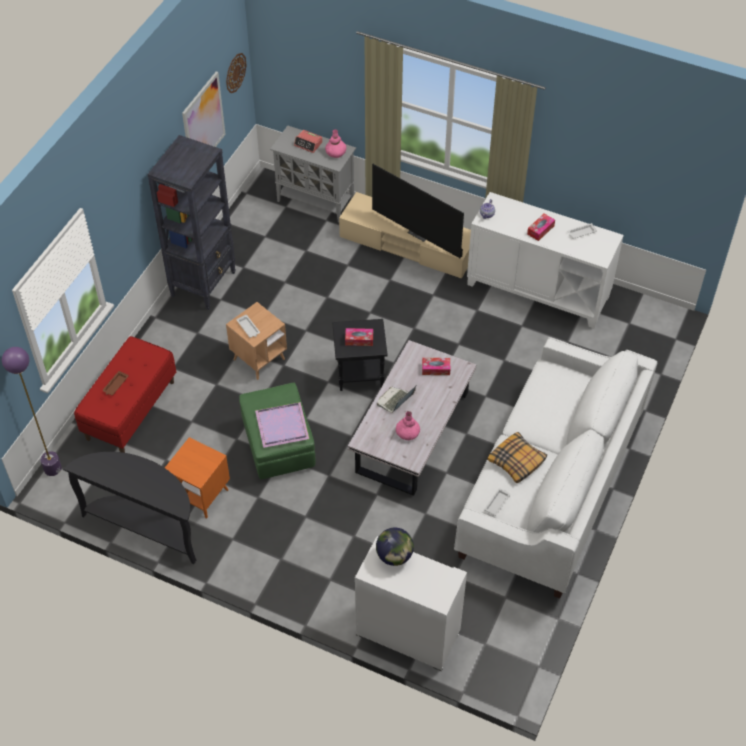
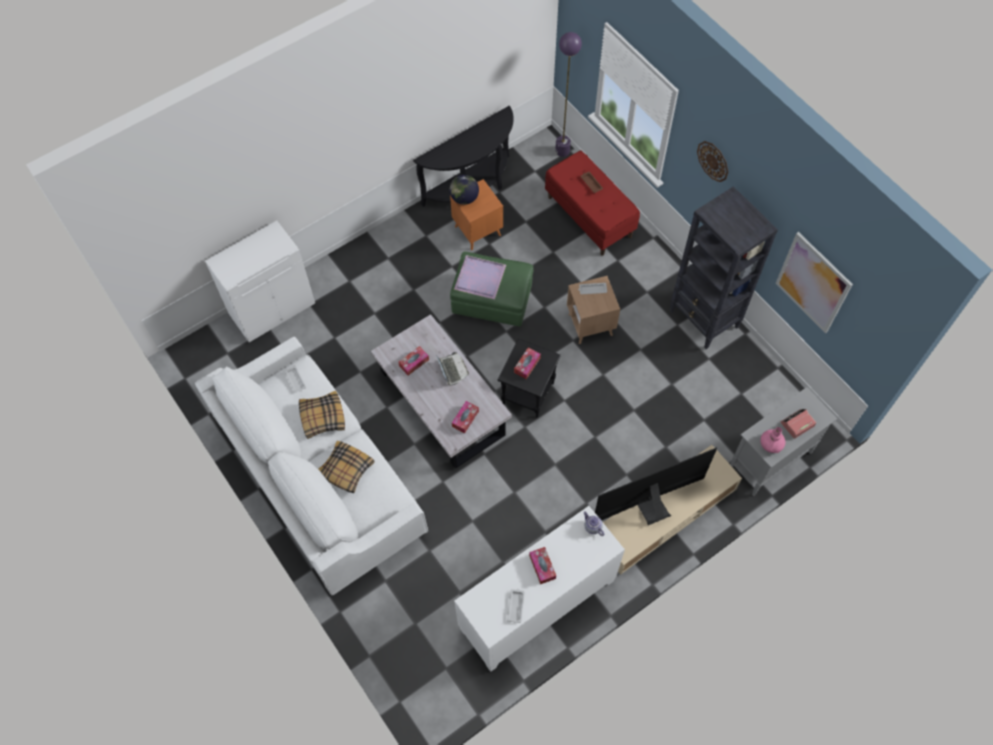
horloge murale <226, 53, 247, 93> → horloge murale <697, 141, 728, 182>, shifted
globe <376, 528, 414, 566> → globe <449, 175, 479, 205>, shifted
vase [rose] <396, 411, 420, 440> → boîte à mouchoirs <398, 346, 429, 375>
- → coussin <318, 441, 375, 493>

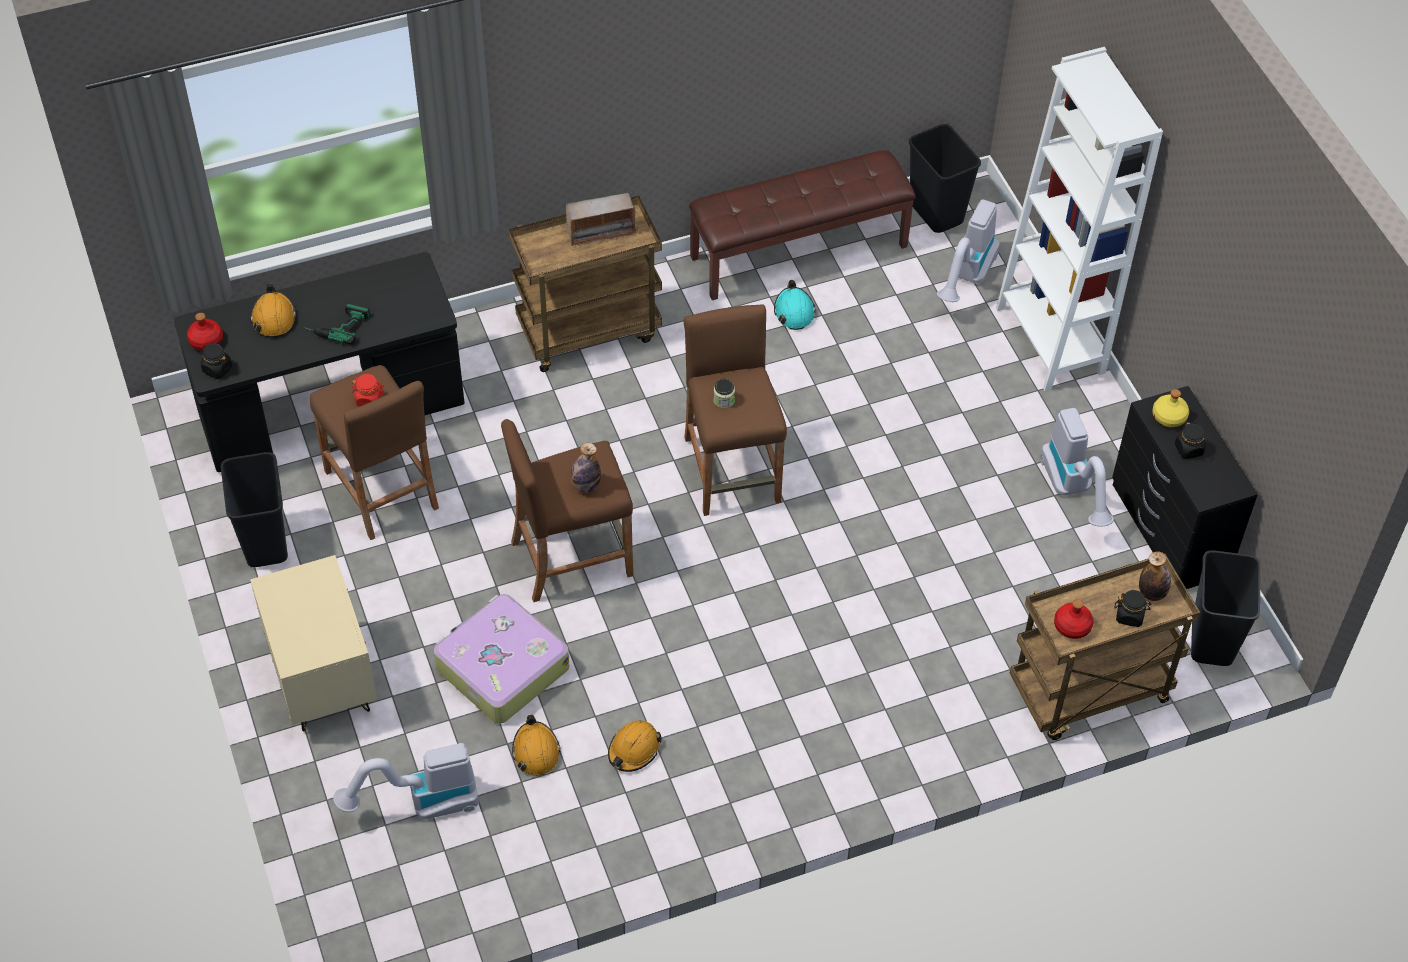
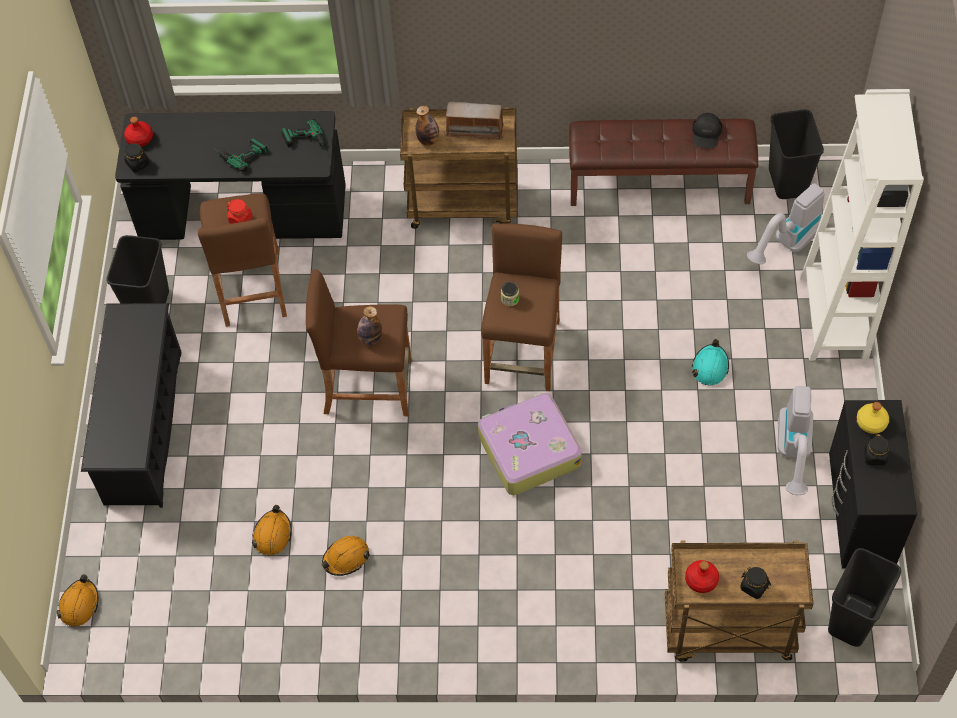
table de chevet [beige] <250, 555, 377, 732> → étagère à chaussures [noir] <81, 303, 182, 508>
casque de chantier [orange] <251, 283, 296, 338> → casque de chantier [orange] <57, 574, 99, 627>, shifted
aspirateur <333, 743, 479, 819> → -
valise <434, 594, 569, 724> → valise <478, 392, 582, 495>, shifted
casque de chantier [turquoise] <774, 280, 816, 330> → casque de chantier [turquoise] <692, 339, 729, 385>, shifted
bouteille <1139, 551, 1171, 601> → bouteille <416, 106, 439, 146>, shifted
- → perceuse <281, 119, 327, 153>
- → casquette [noir] <692, 113, 722, 148>

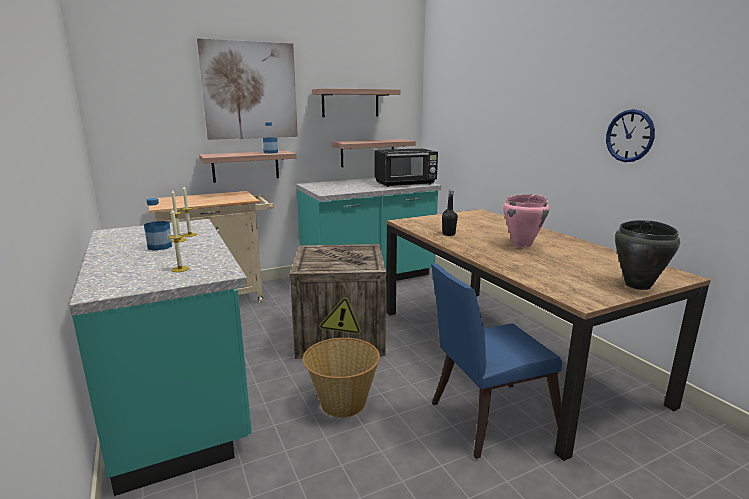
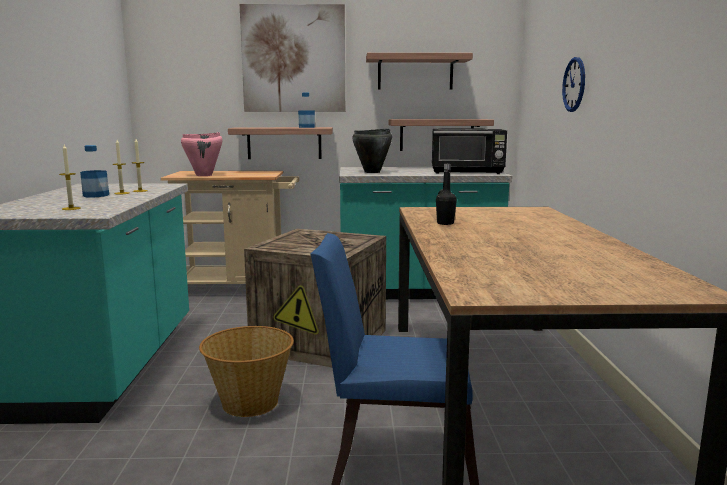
marmite [rose] <503, 194, 549, 247> → marmite [rose] <181, 132, 222, 176>, shifted
horloge murale <606, 109, 655, 162> → horloge murale <562, 57, 585, 112>, shifted
marmite [noir] <615, 220, 680, 290> → marmite [noir] <352, 128, 392, 173>, shifted

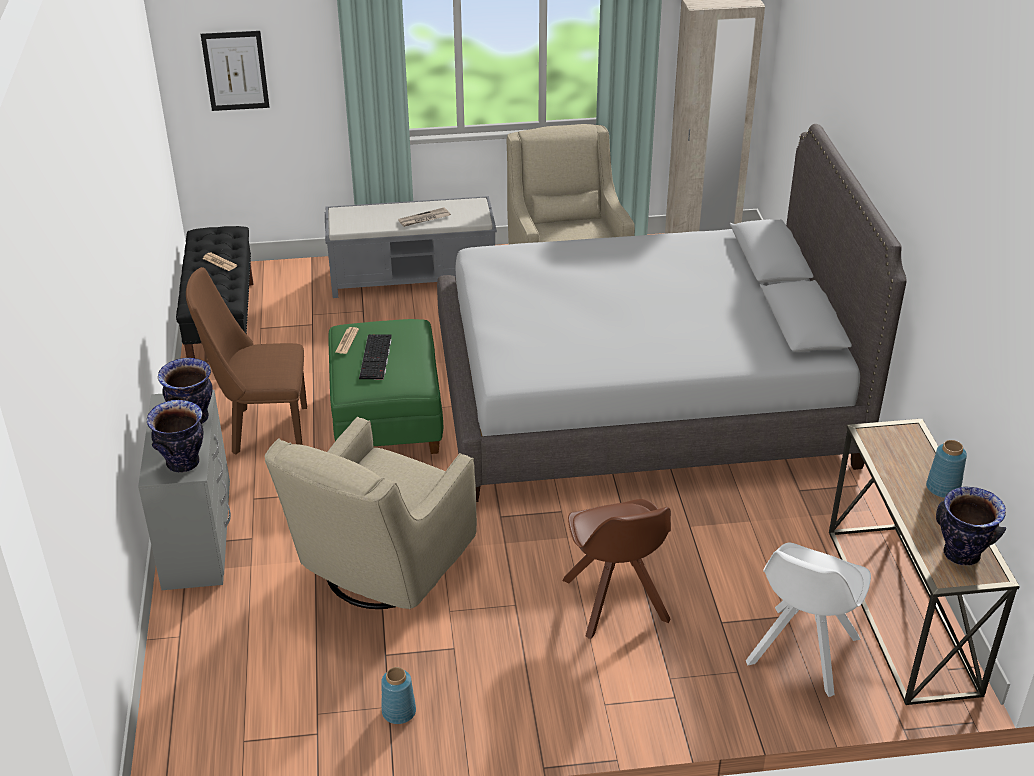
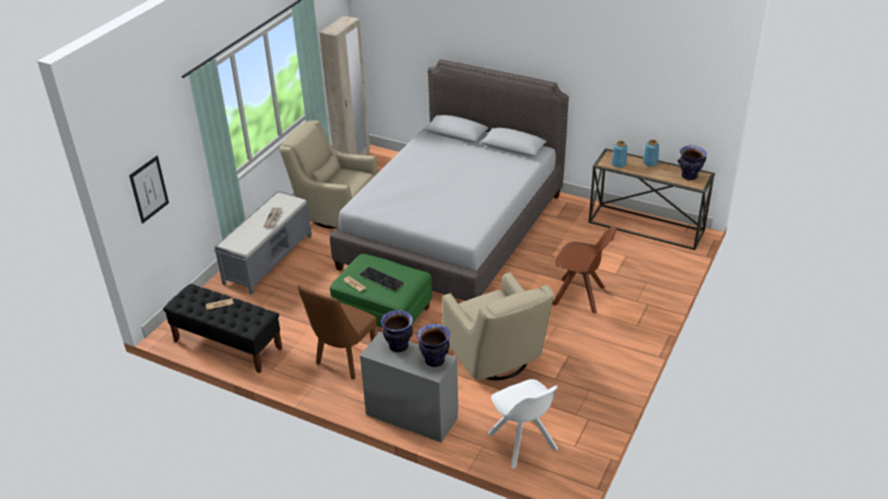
vase [bleu] <381, 667, 416, 724> → vase [bleu] <611, 141, 627, 168>, shifted
chaise [blanc] <746, 542, 871, 697> → chaise [blanc] <488, 379, 558, 469>, shifted

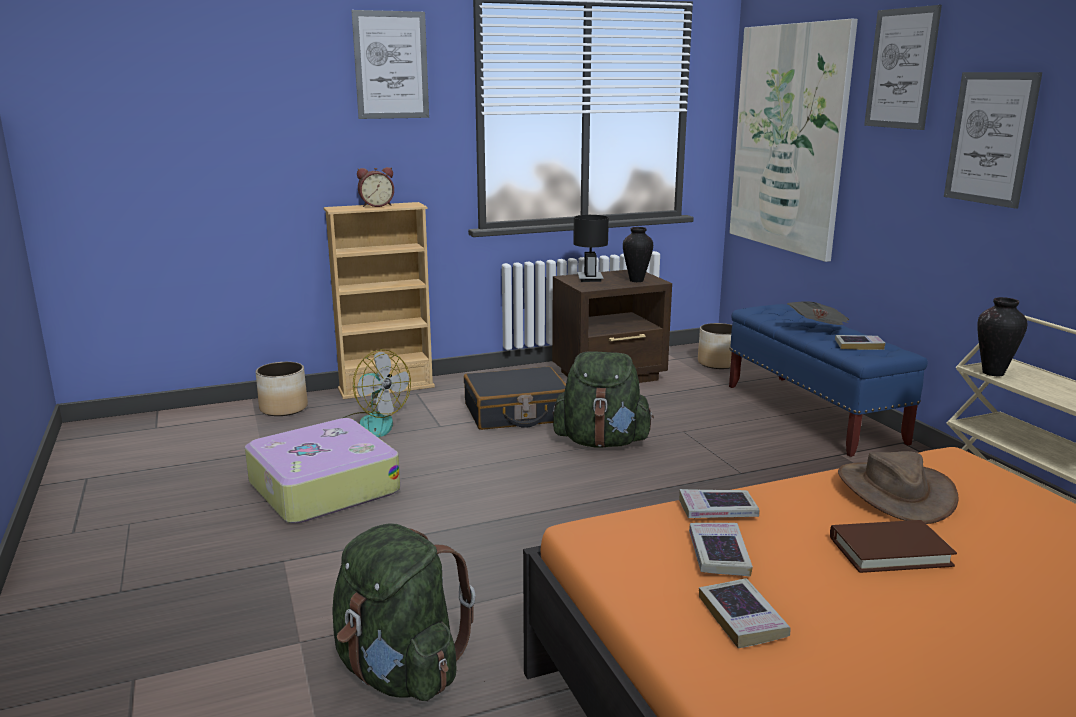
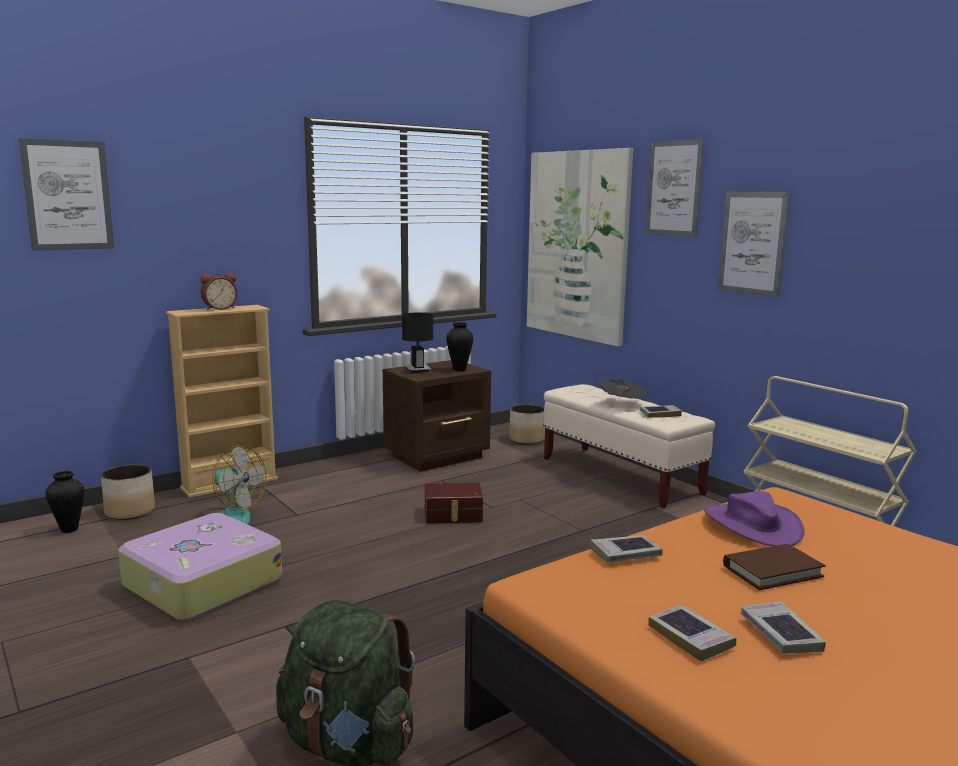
tableau <352, 10, 429, 119> → tableau <19, 138, 114, 251>, shifted
valise [noir] <464, 367, 566, 430> → -
sac à dos [vert] <553, 351, 654, 448> → boîte de rangement [marron] <425, 483, 483, 524>
livre <689, 523, 753, 576> → livre <741, 601, 826, 653>, shifted
banc [bleu] <729, 304, 928, 457> → banc [beige] <543, 384, 715, 508>
chapeau [marron] <838, 451, 958, 524> → chapeau [violet] <704, 491, 805, 546>
vase <977, 297, 1028, 376> → vase <46, 471, 84, 533>, shifted

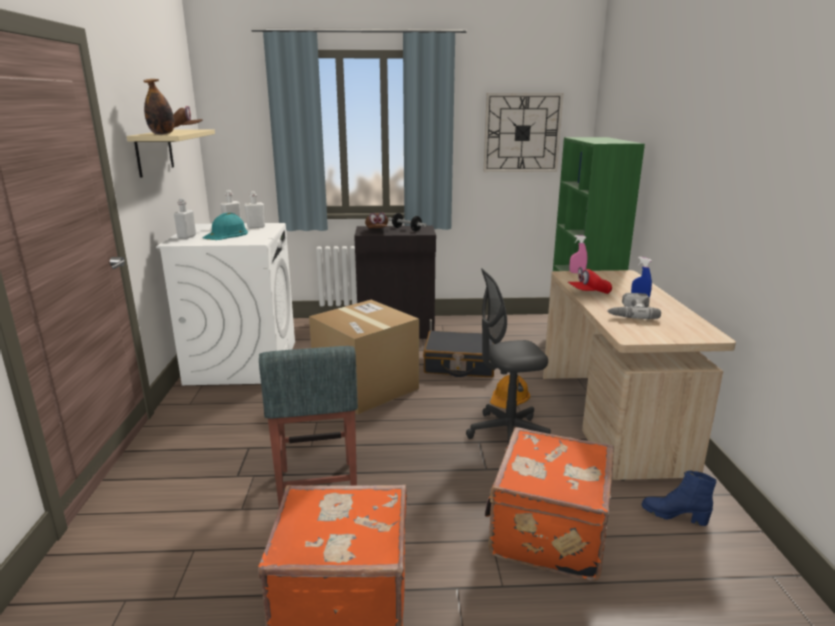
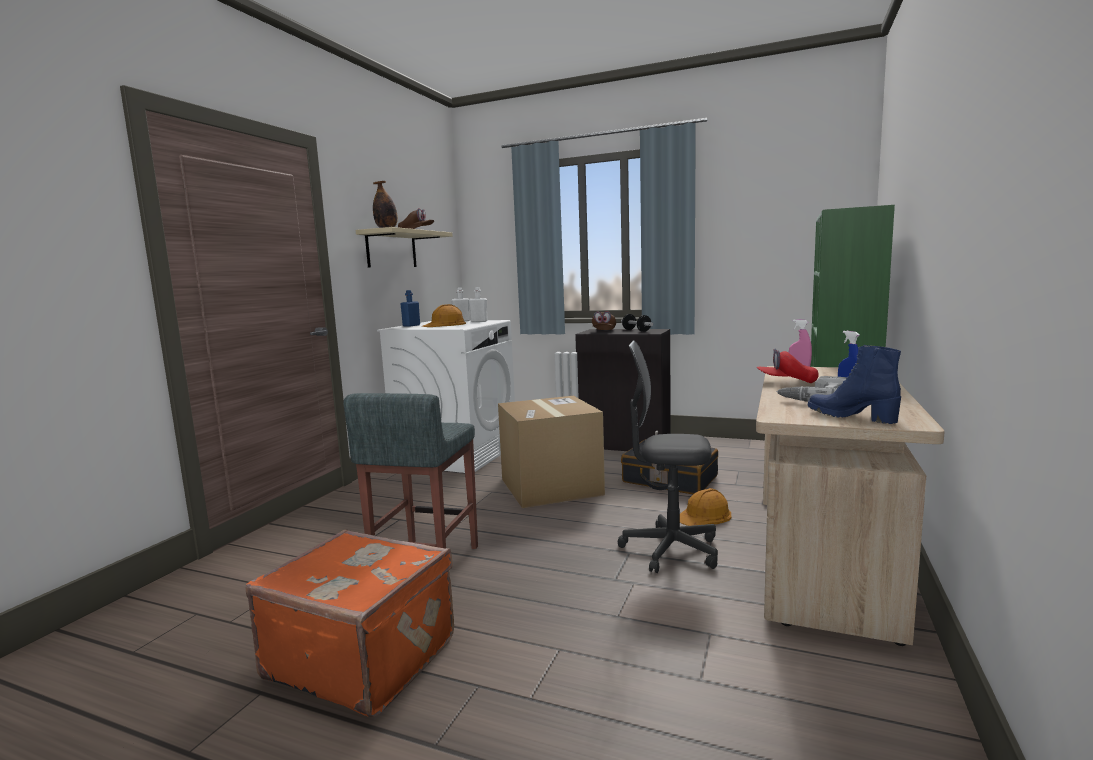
bouteille [blanc] <174, 198, 196, 239> → bouteille [bleu] <400, 290, 420, 327>
casque de chantier [turquoise] <203, 212, 248, 240> → casque de chantier [orange] <422, 304, 466, 327>
horloge murale <483, 93, 564, 172> → -
valise [orange] <485, 427, 614, 581> → -
botte [bleu] <642, 471, 717, 526> → botte [bleu] <808, 345, 901, 424>, shifted

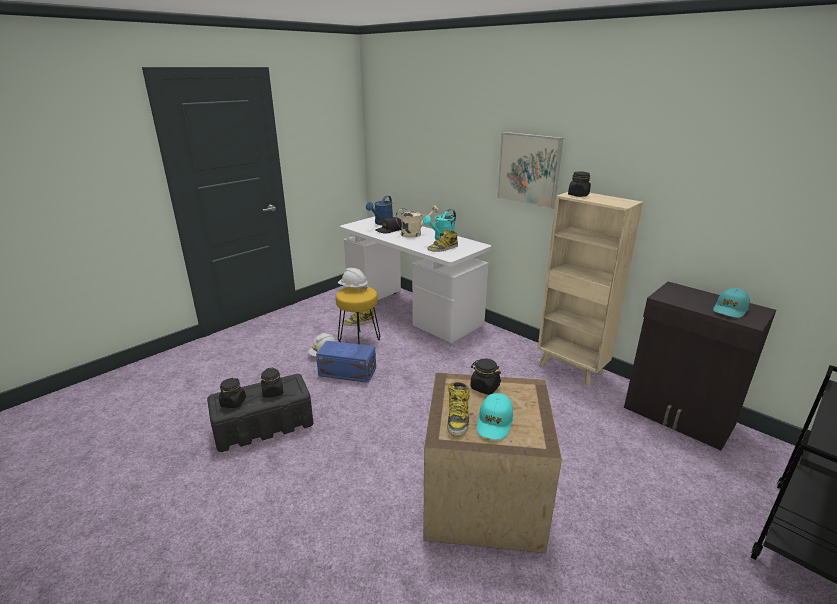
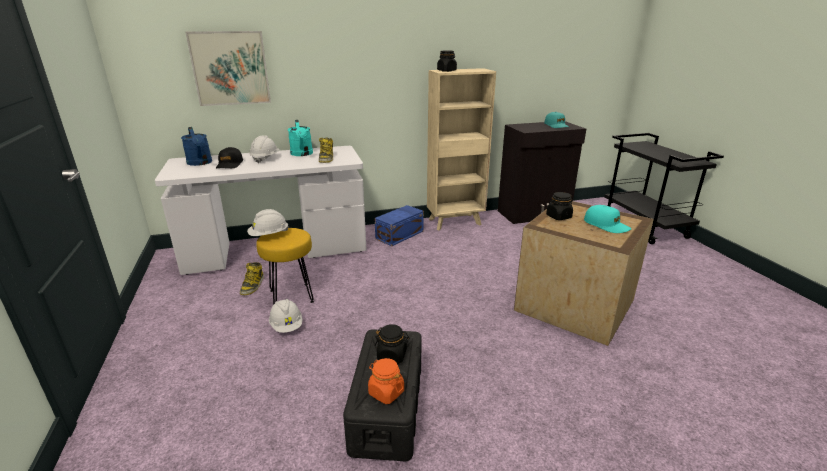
bocal [noir] <219, 378, 246, 408> → bocal [orange] <368, 358, 404, 404>
boîte de rangement [bleu] <316, 341, 376, 383> → boîte de rangement [bleu] <375, 205, 424, 246>, shifted
arrosoir [beige] <396, 205, 439, 238> → casque de chantier [blanc] <249, 135, 280, 163>
botte <447, 382, 470, 437> → -
tableau <497, 132, 563, 209> → tableau <185, 31, 271, 106>, shifted

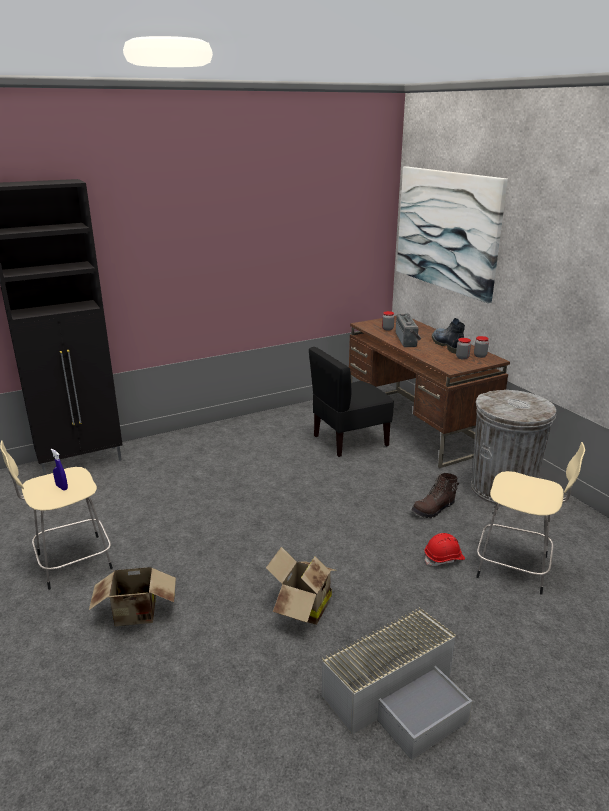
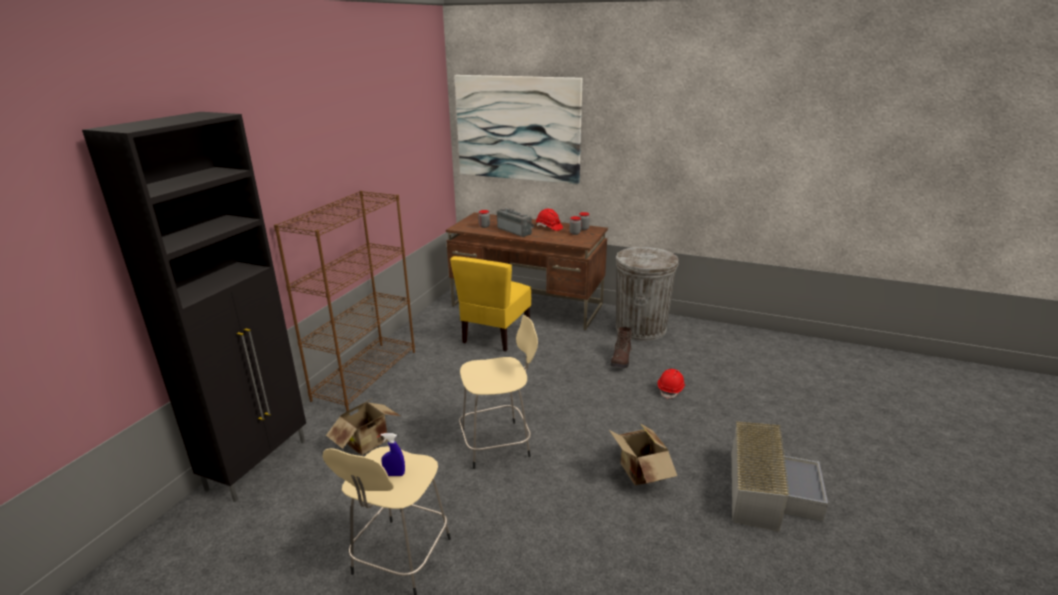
carton <89, 567, 176, 626> → carton <326, 398, 400, 455>, shifted
chaise [noir] <309, 347, 394, 457> → chaise [jaune] <450, 256, 531, 352>
botte <432, 318, 465, 354> → casque de chantier [rouge] <536, 209, 563, 231>
tabouret [beige] <476, 442, 585, 595> → tabouret [beige] <459, 315, 538, 469>, shifted
- → bibliothèque [marron] <274, 191, 415, 411>

